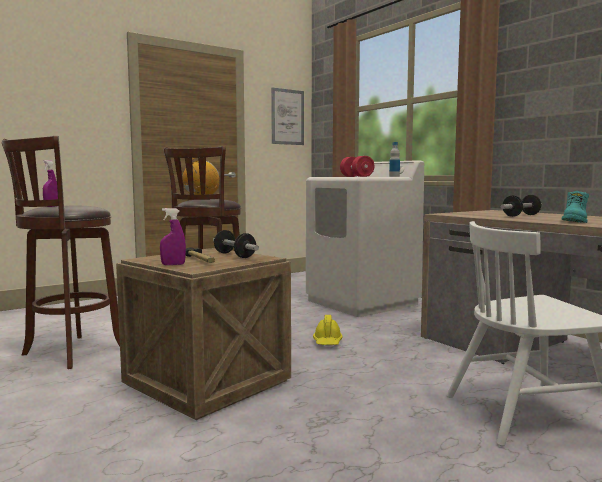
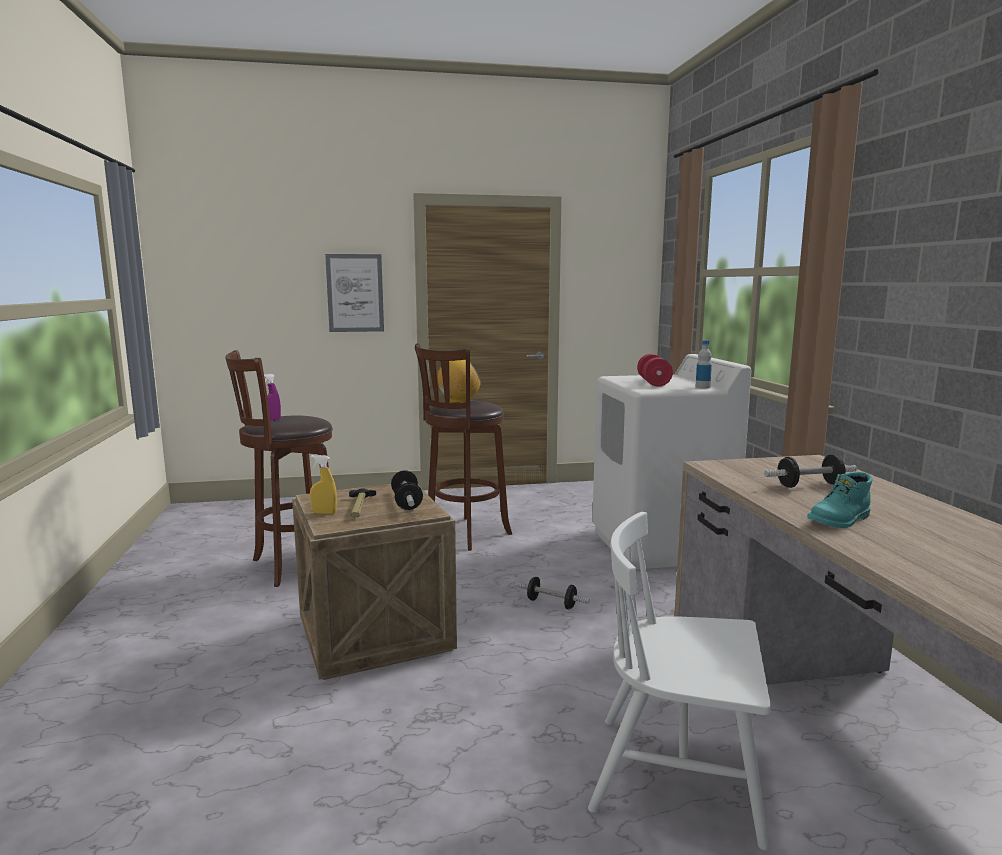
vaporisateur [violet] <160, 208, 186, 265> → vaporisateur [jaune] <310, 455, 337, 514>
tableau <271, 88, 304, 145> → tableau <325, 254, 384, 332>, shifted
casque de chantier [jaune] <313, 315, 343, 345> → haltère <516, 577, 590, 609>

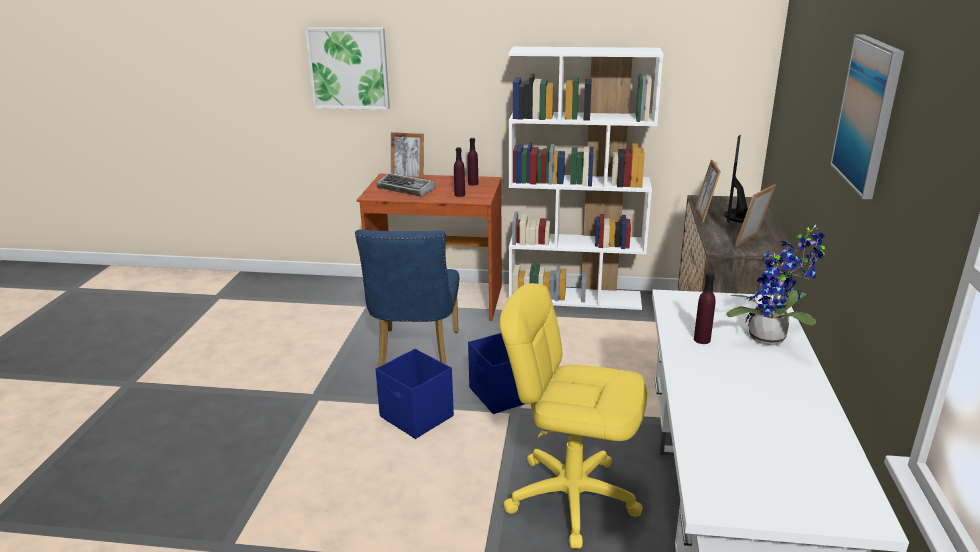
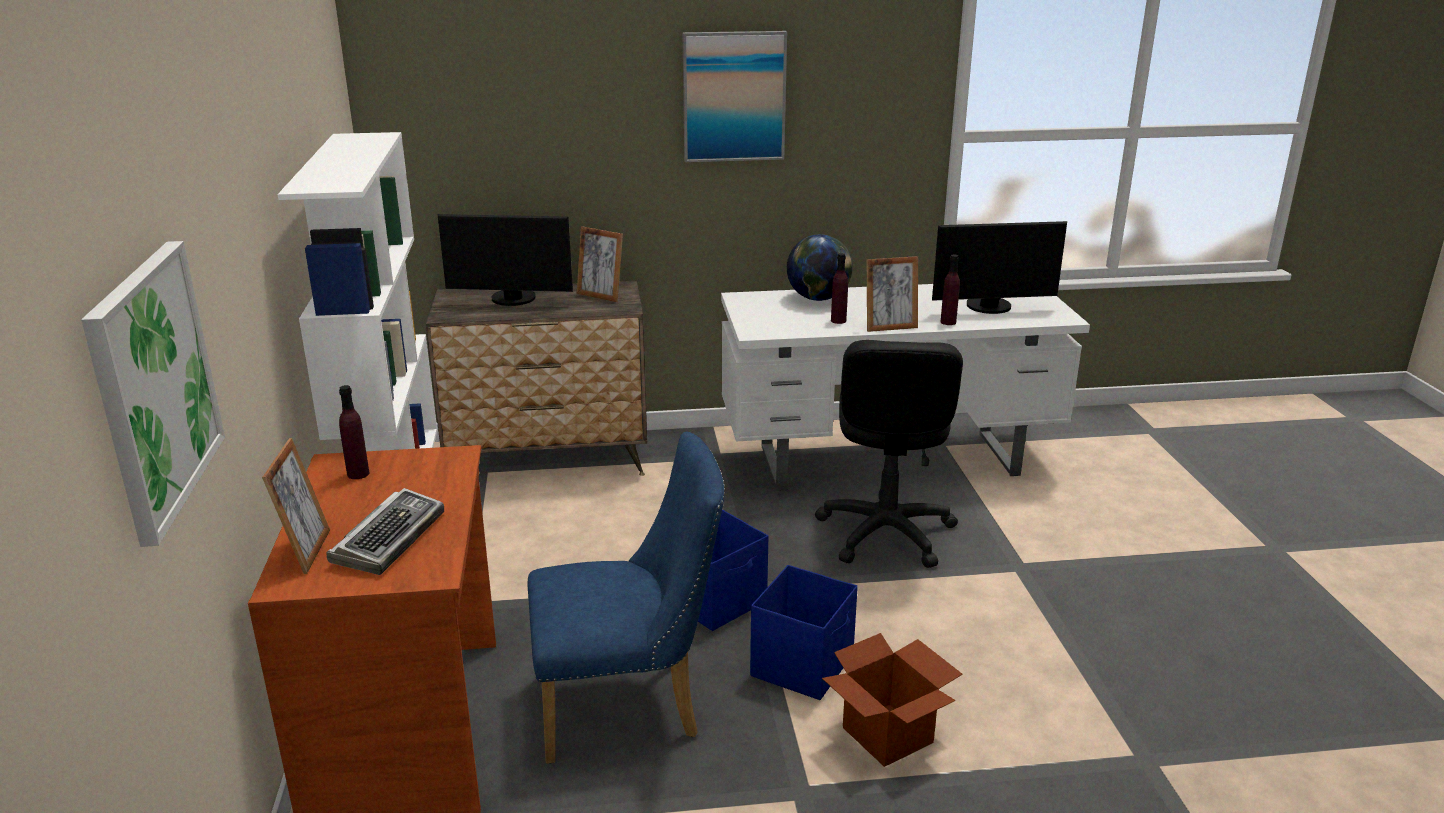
bouteille [violet] <454, 147, 465, 197> → bouteille [violet] <941, 255, 960, 325>, shifted
chaise de bureau [jaune] <500, 283, 647, 549> → chaise de bureau [noir] <815, 340, 963, 568>
cadre photo <695, 160, 721, 223> → cadre photo <867, 256, 918, 332>, shifted
plante en pot <726, 225, 825, 346> → globe <787, 234, 853, 301>
- → carton <822, 633, 963, 767>
- → écran d'ordinateur <932, 221, 1067, 314>

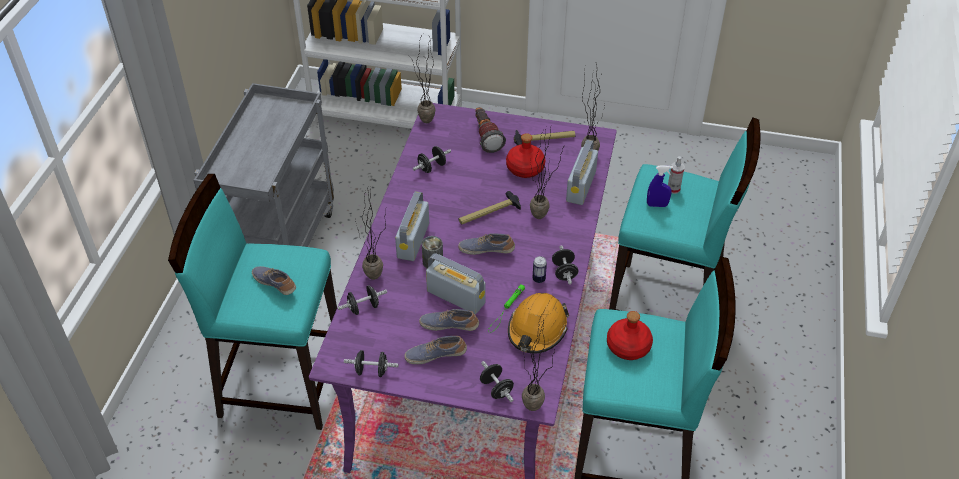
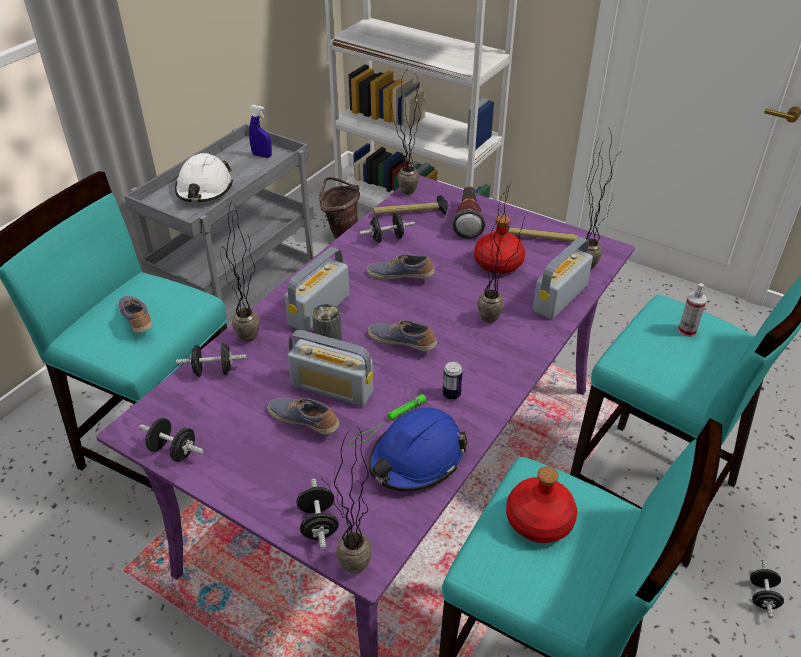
chaussure <404, 336, 467, 364> → chaussure <367, 254, 435, 280>, shifted
radio <426, 253, 486, 314> → radio <288, 330, 373, 407>, 150 degrees clockwise
marteau <459, 191, 521, 224> → marteau <373, 195, 448, 215>, shifted
casque de chantier [orange] <508, 293, 569, 353> → casque de chantier [bleu] <368, 407, 468, 492>
haltère [noir] <552, 245, 578, 285> → haltère [noir] <750, 561, 784, 619>, shifted
vaporisateur [bleu] <647, 165, 673, 207> → vaporisateur [bleu] <249, 105, 272, 158>, shifted
- → casque de chantier [blanc] <175, 153, 233, 202>
- → seau [marron] <319, 177, 360, 239>

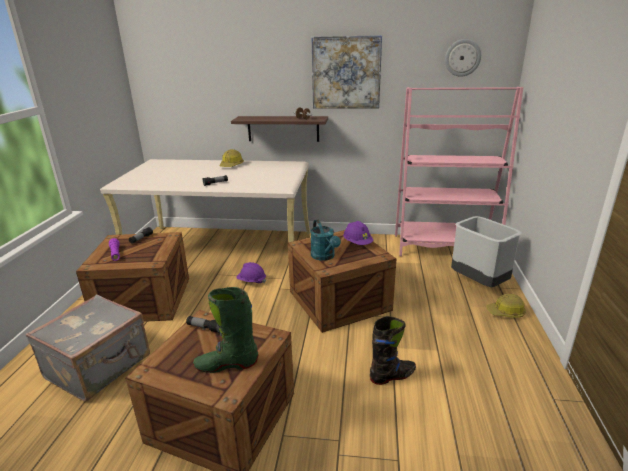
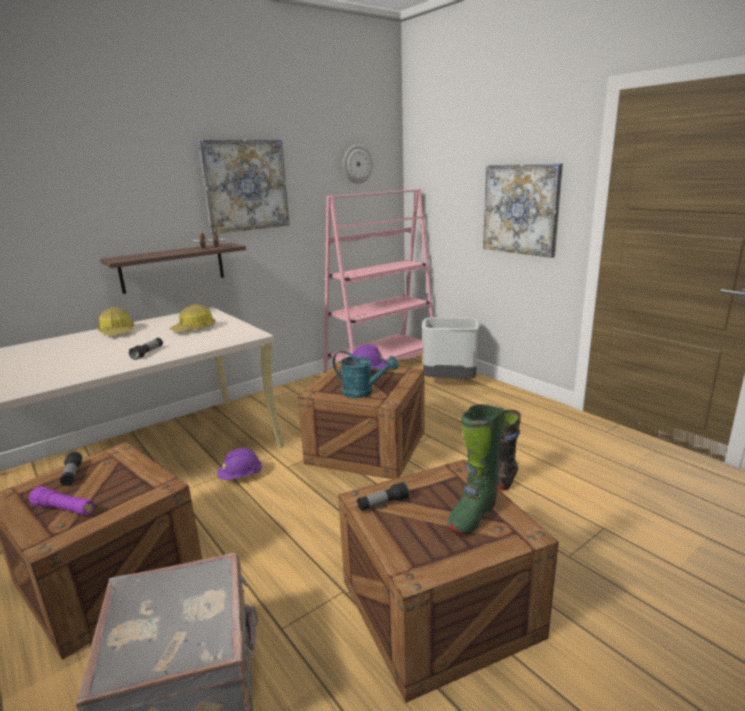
casque de chantier <486, 294, 526, 318> → casque de chantier <169, 304, 216, 332>, shifted
- → tableau <483, 163, 563, 258>

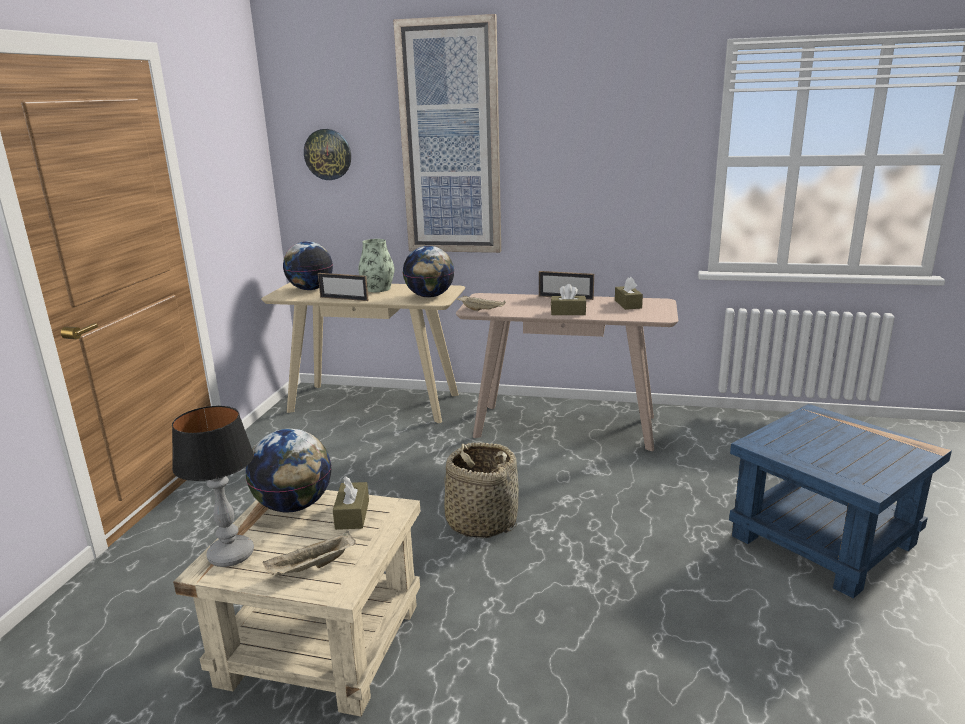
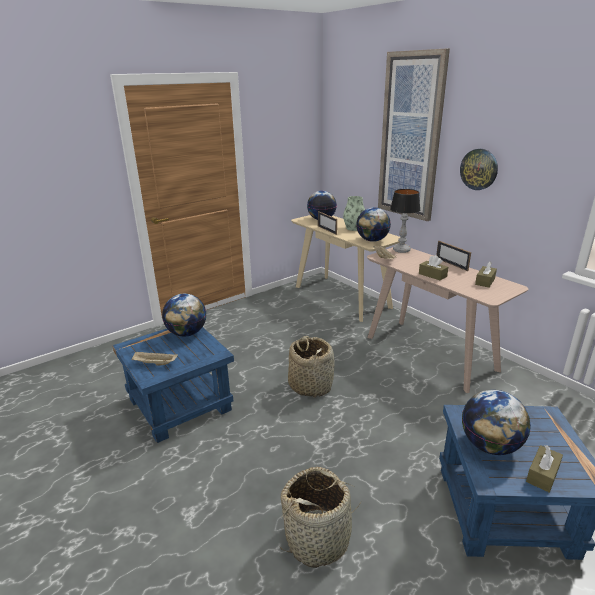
lampe de table <172, 406, 254, 567> → lampe de table <390, 189, 420, 253>, shifted
table d'appoint [beige] <173, 490, 420, 717> → table d'appoint [bleu] <112, 327, 234, 443>
horloge murale <304, 129, 351, 180> → horloge murale <460, 149, 498, 190>, shifted
boîte à mouchoirs [marron] <333, 476, 369, 530> → boîte à mouchoirs [marron] <526, 445, 563, 493>, shifted
- → panier <279, 467, 361, 568>
- → globe <462, 390, 531, 455>

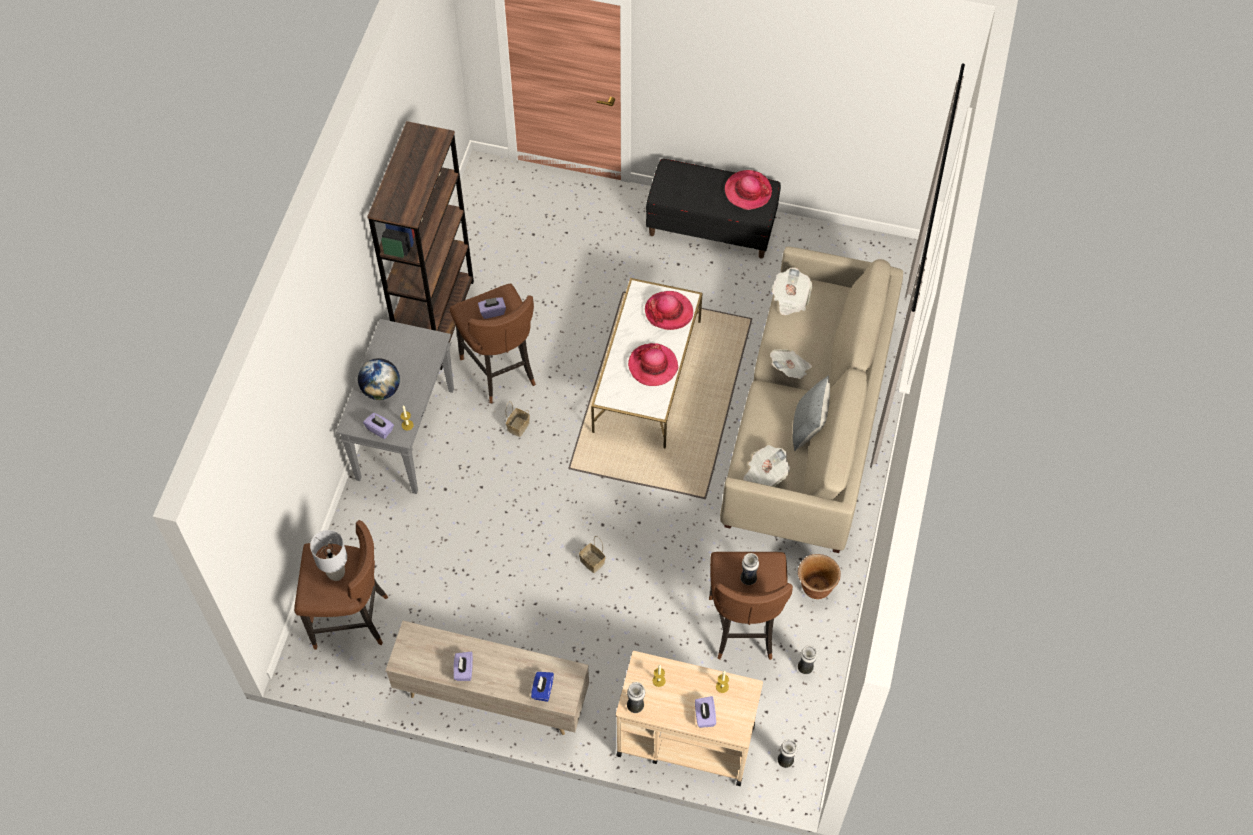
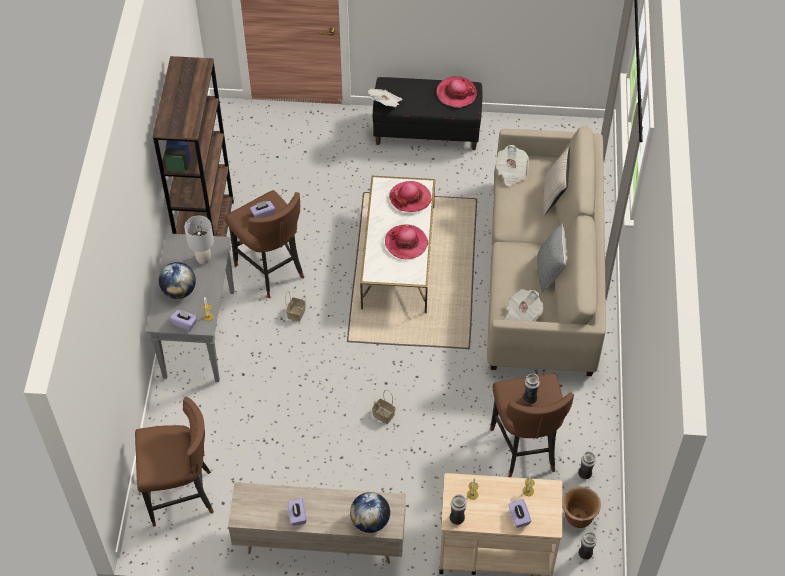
lampe de table [gris] <310, 530, 347, 581> → lampe de table [gris] <184, 216, 214, 265>, shifted
boîte à mouchoirs [bleu] <531, 672, 554, 702> → globe <350, 492, 390, 533>
journal <770, 349, 812, 379> → journal <368, 89, 402, 107>, shifted
cache-pot [marron] <798, 554, 841, 599> → cache-pot [marron] <562, 487, 601, 528>, shifted
- → coussin [beige] <543, 147, 570, 216>

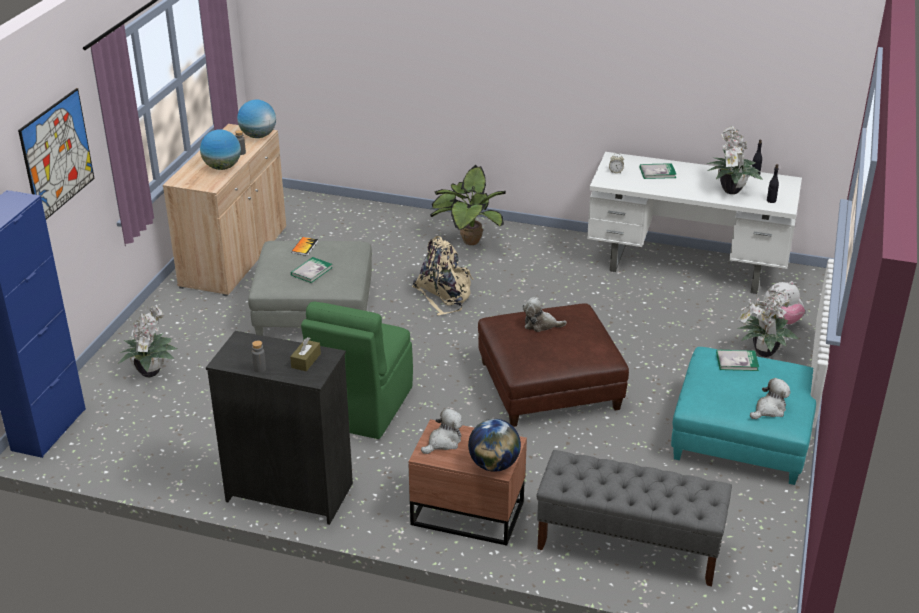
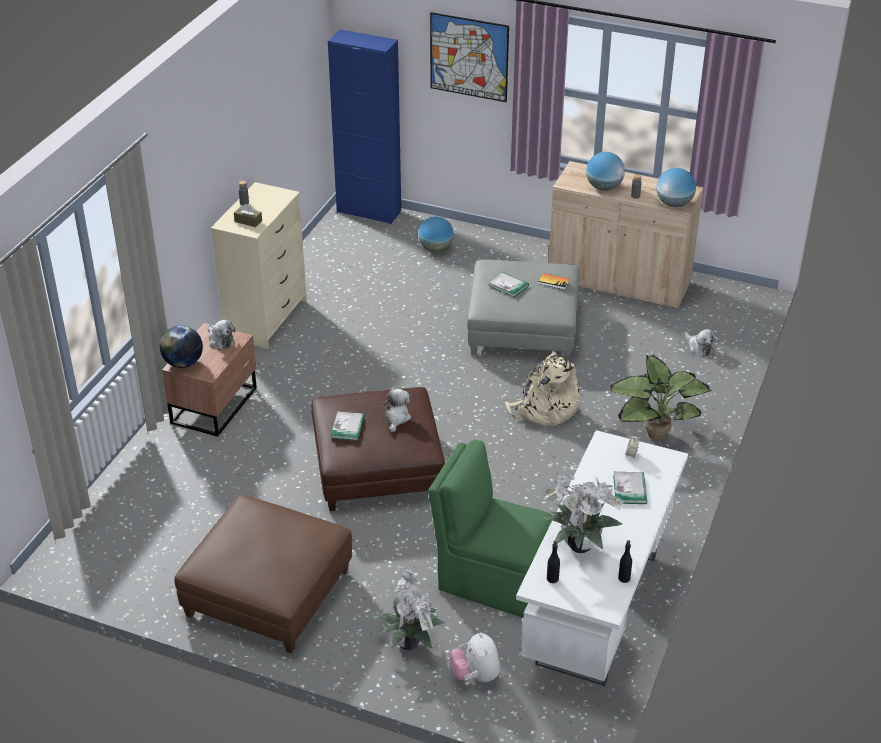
plante en pot <118, 305, 177, 377> → globe <418, 216, 454, 252>
commode [noir] <206, 331, 353, 525> → commode [beige] <211, 182, 307, 349>
chaise [vert] <301, 302, 413, 439> → chaise [vert] <428, 440, 552, 618>, shifted
banc [gris] <536, 450, 732, 586> → -
pouf [turquoise] <671, 347, 816, 485> → pouf [marron] <174, 495, 352, 654>
livre <716, 350, 759, 371> → livre <331, 411, 365, 441>, shifted
peluche <750, 378, 790, 419> → peluche <685, 329, 716, 356>, shifted

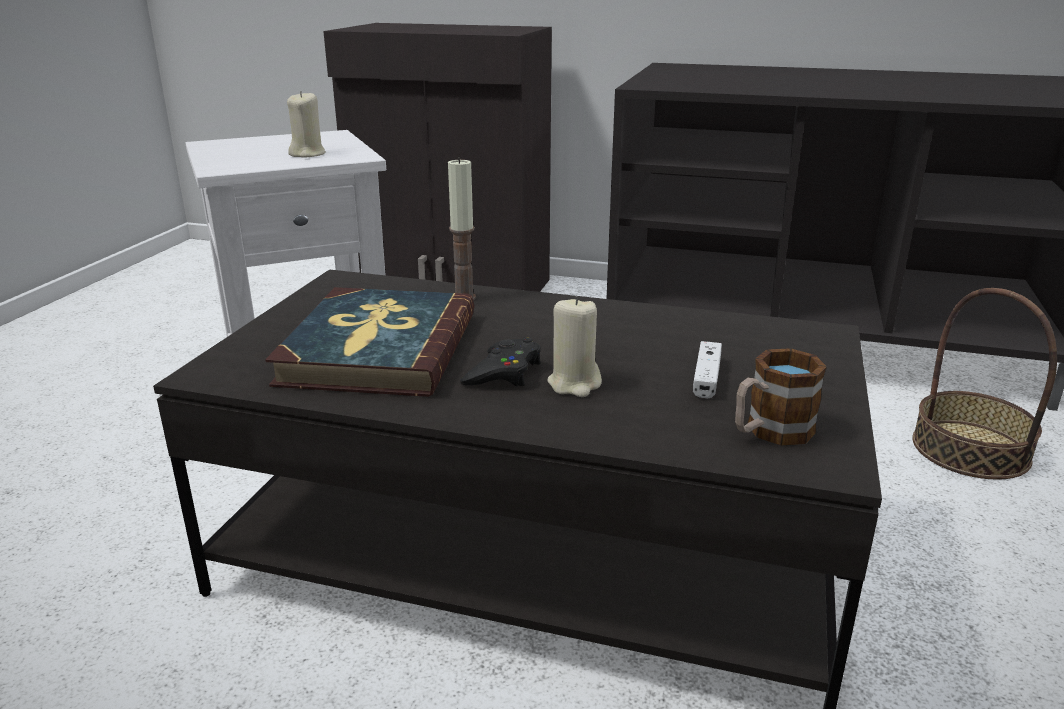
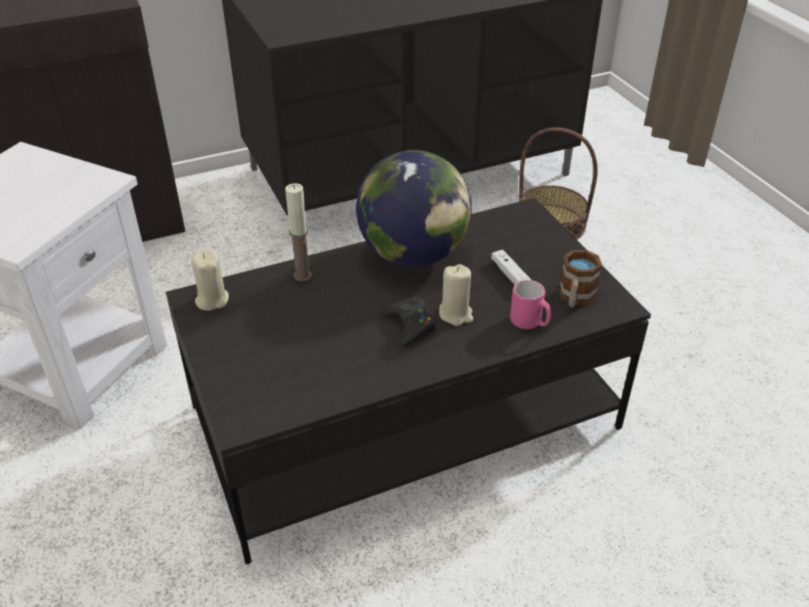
livre <265, 287, 475, 397> → -
bougie [beige] <287, 91, 326, 158> → bougie [beige] <191, 249, 229, 311>, shifted
- → globe <356, 150, 472, 267>
- → mug [rose] <510, 280, 551, 329>

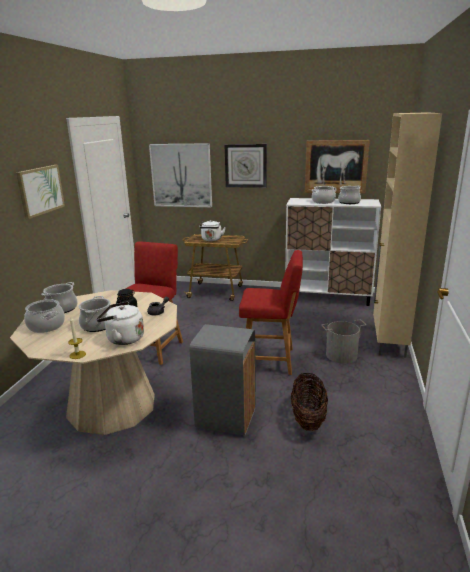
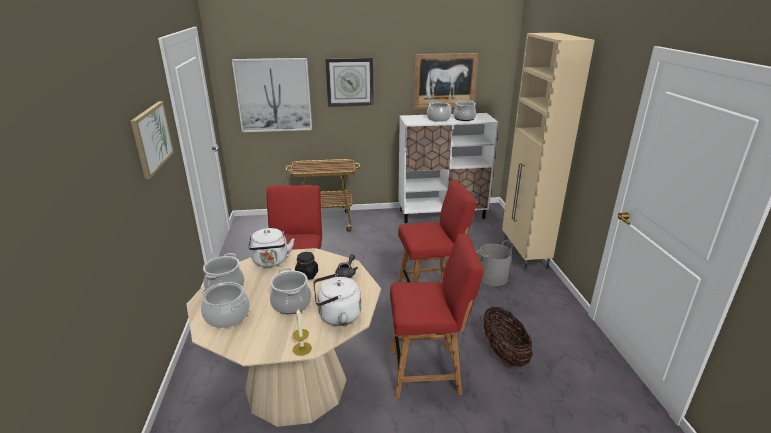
poubelle [gris] <189, 324, 256, 436> → chaise [rouge] <390, 234, 484, 398>
bouilloire [blanc] <199, 220, 226, 241> → bouilloire [blanc] <248, 228, 294, 267>, shifted

